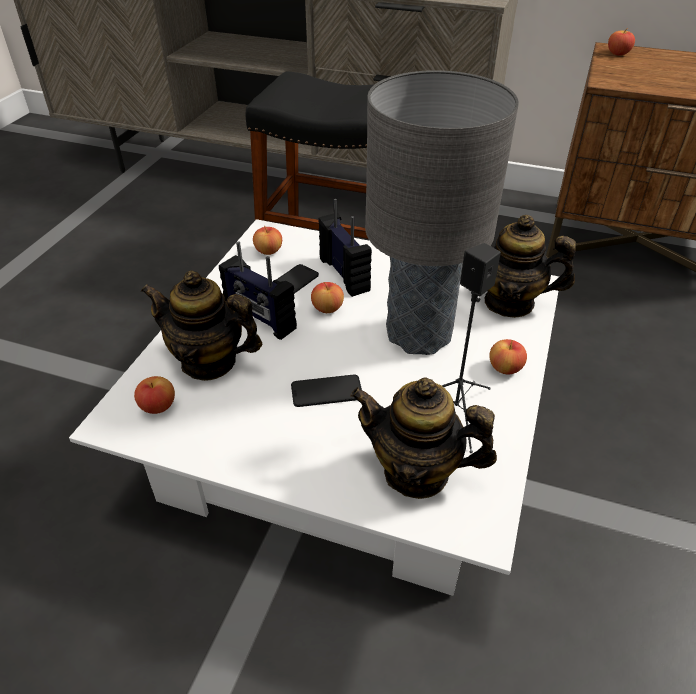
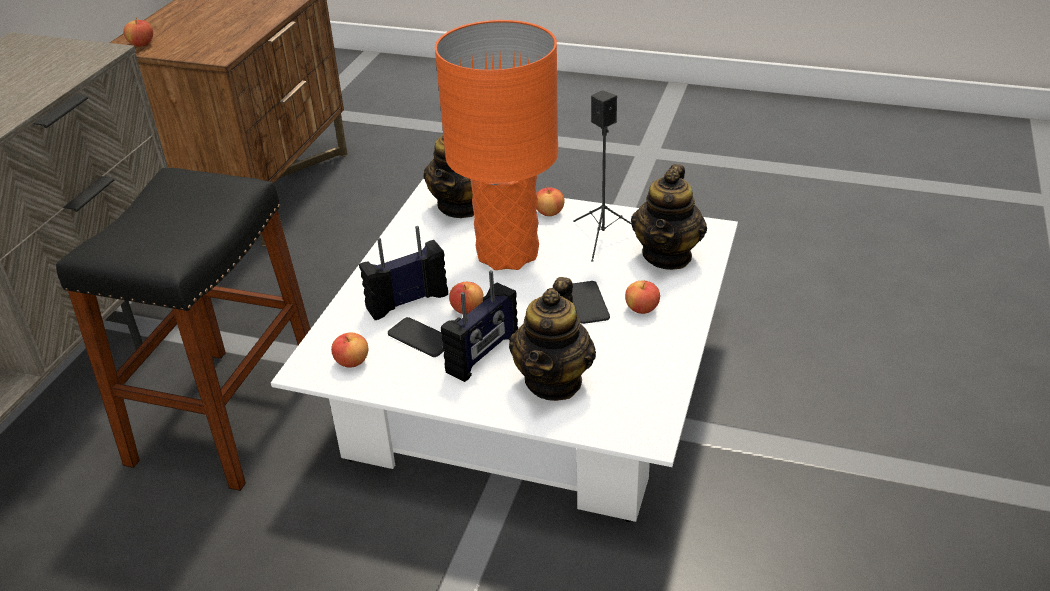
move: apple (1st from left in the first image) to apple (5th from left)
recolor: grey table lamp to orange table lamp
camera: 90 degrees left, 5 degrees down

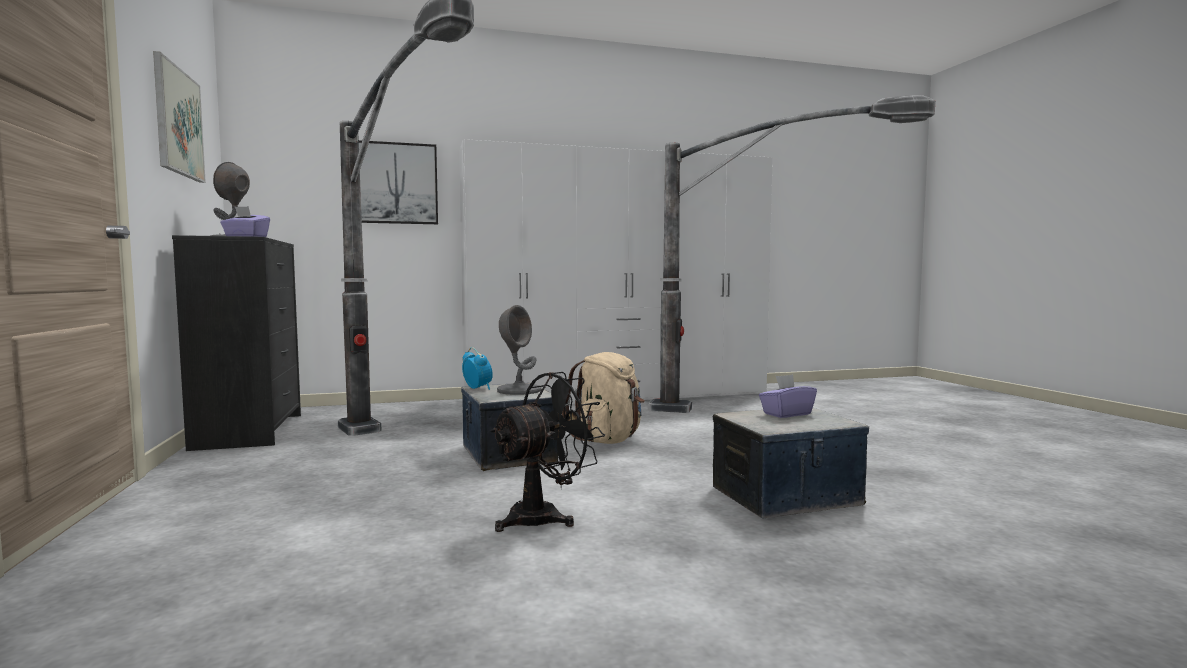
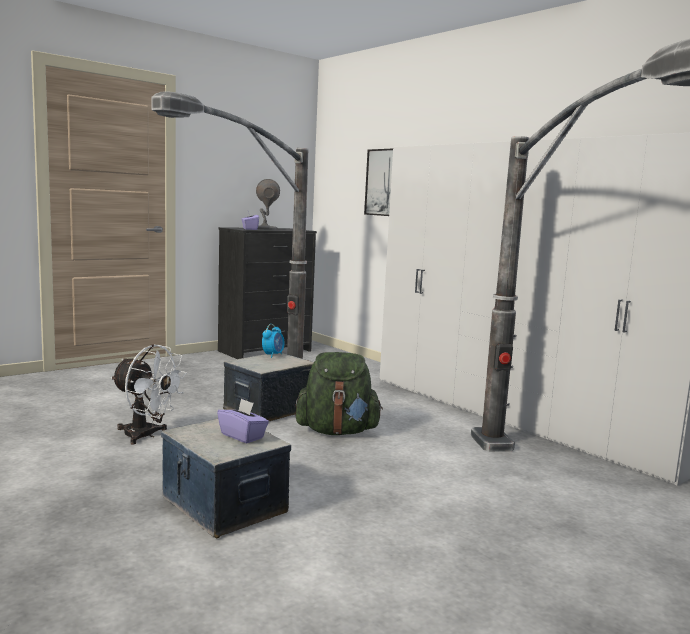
delete: picture (1st from left); grey table lamp (2nd from left)
recolor: black fan to white fan; beige backpack to green backpack
camera: 65 degrees right, 5 degrees up

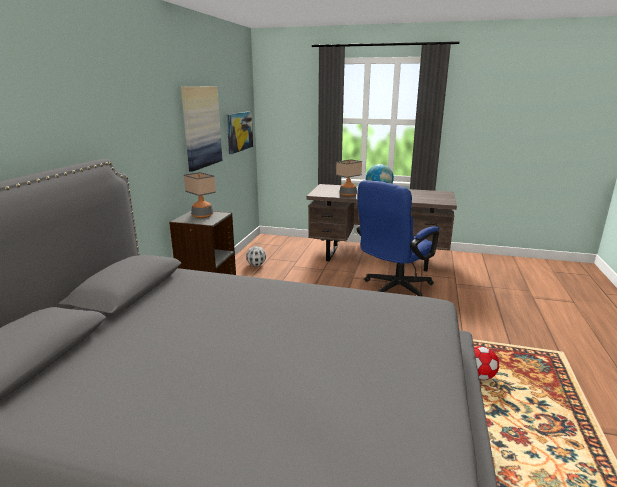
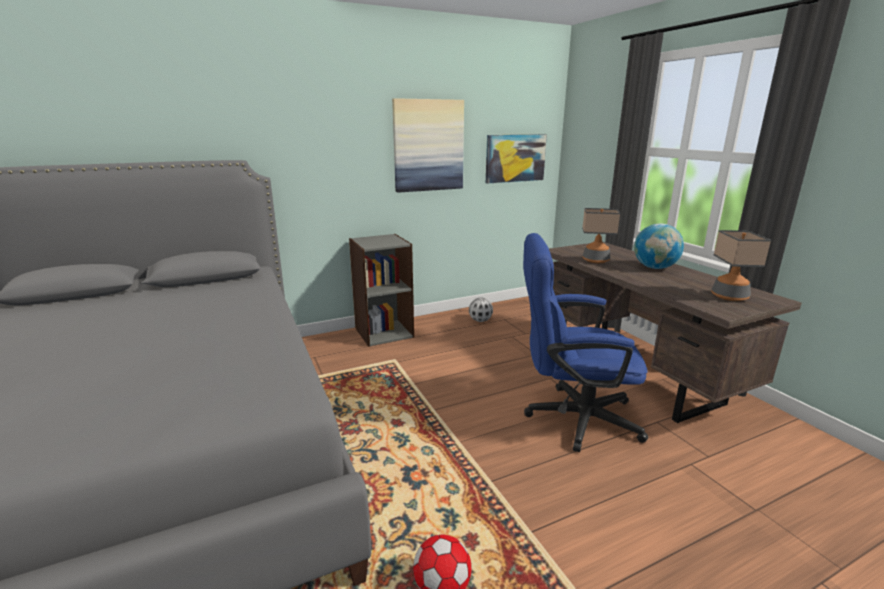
move: table lamp (1st from left in the first image) to table lamp (2nd from left)
camera: 50 degrees right, 0 degrees up

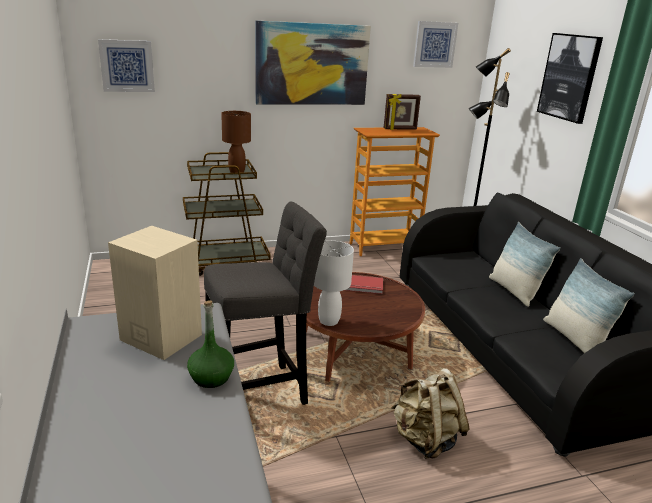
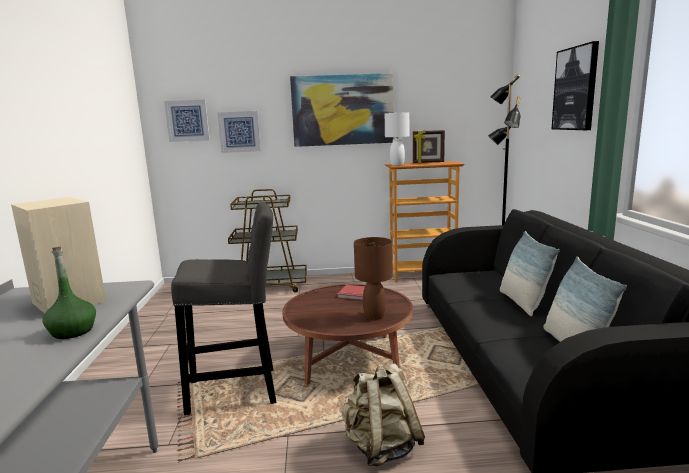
move: brown table lamp; white table lamp; picture (3rd from left in the first image) to picture (2nd from left)
camera: 15 degrees right, 10 degrees down

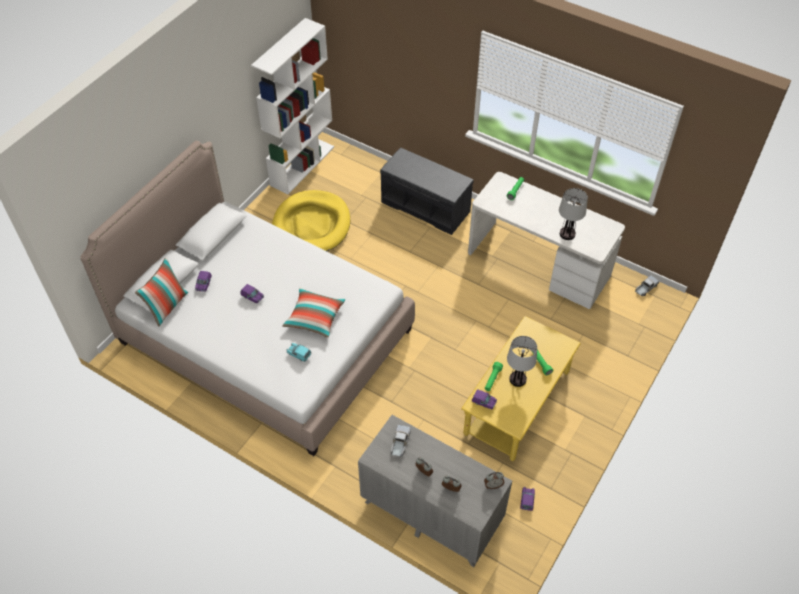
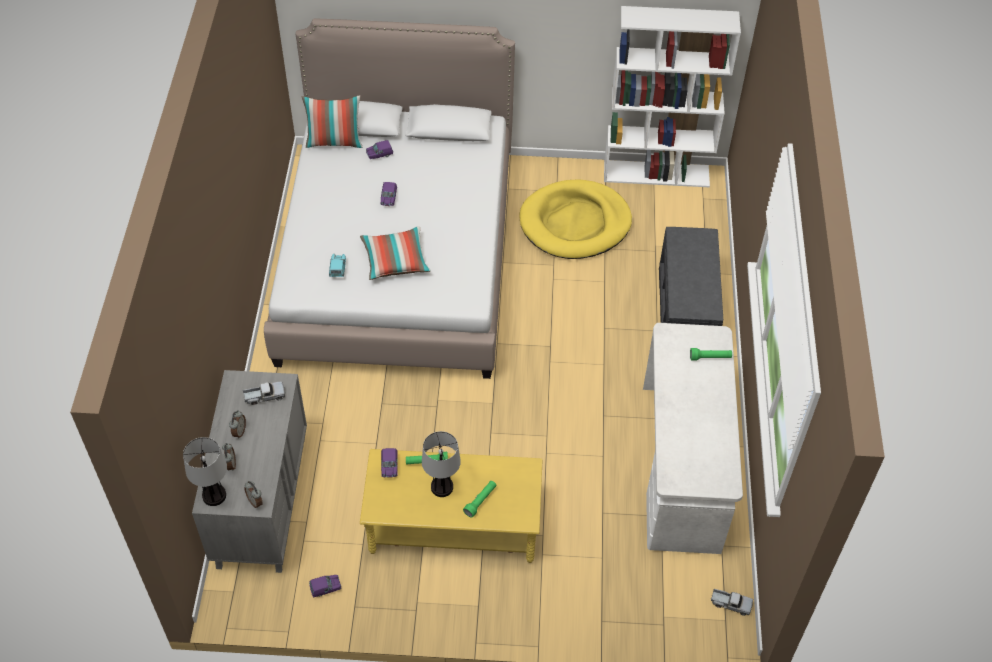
move: table lamp (2nd from left in the first image) to table lamp (1st from left)
camera: 60 degrees right, 0 degrees up

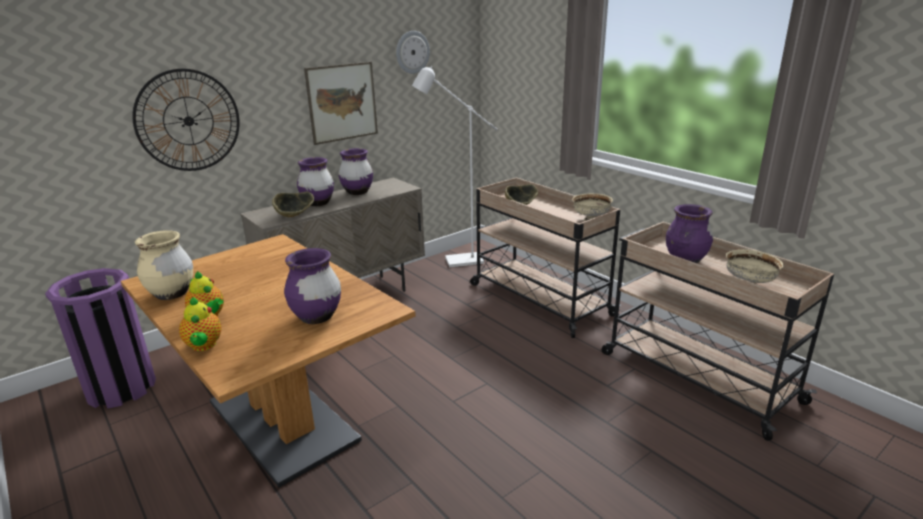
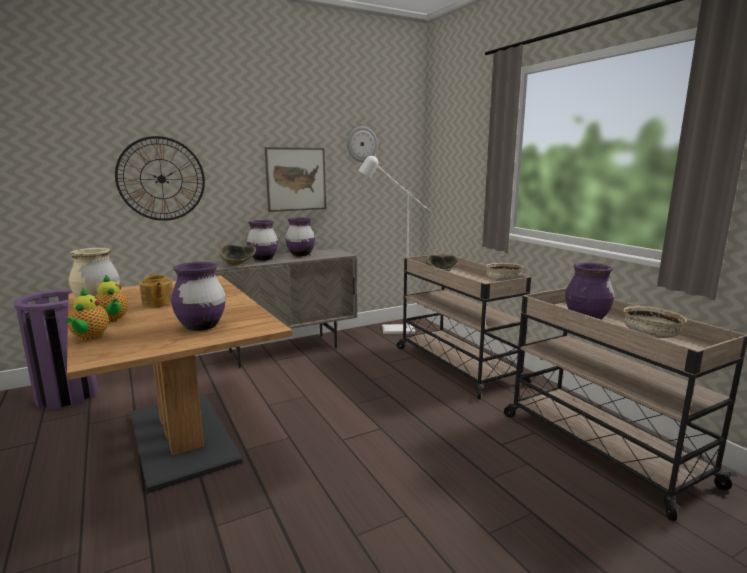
insert: teapot (3rd from left)
camera: 10 degrees right, 10 degrees down

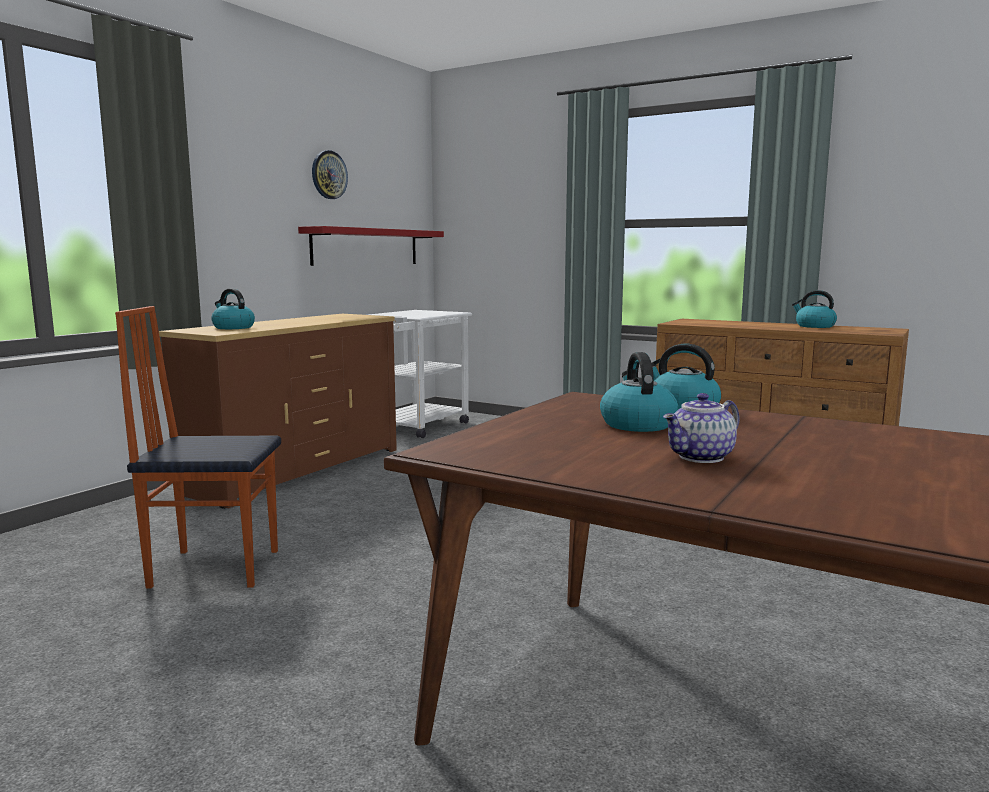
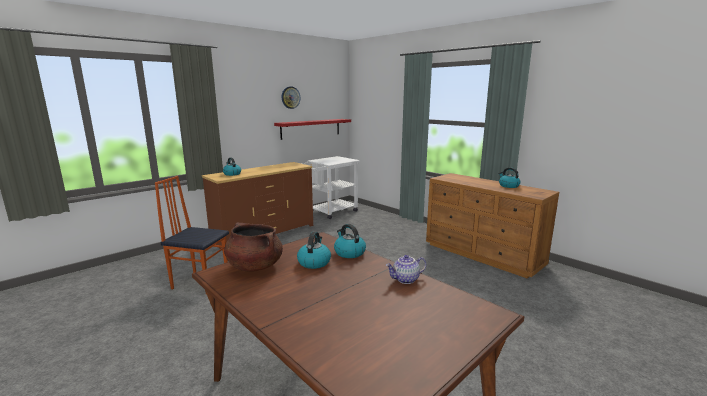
insert: brown cooking pot
move: teapot
camera: 15 degrees right, 5 degrees up

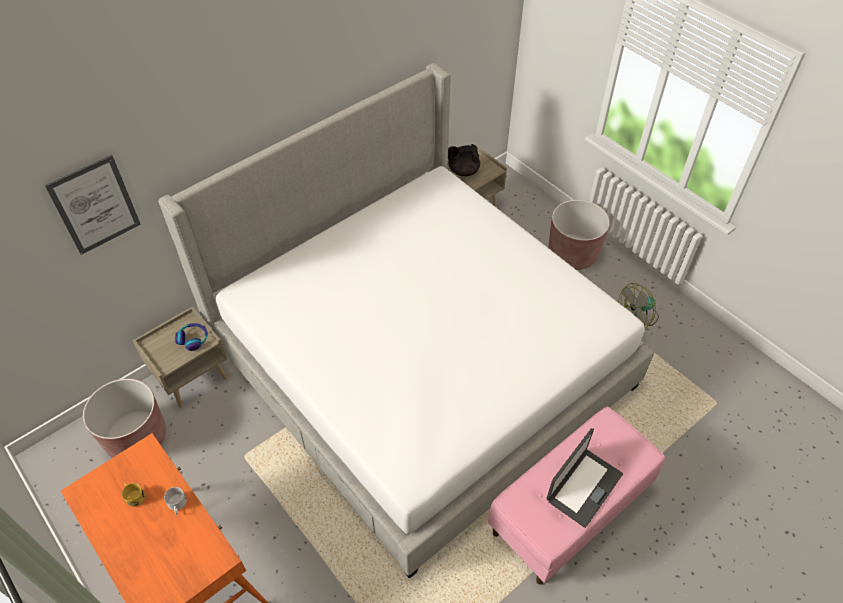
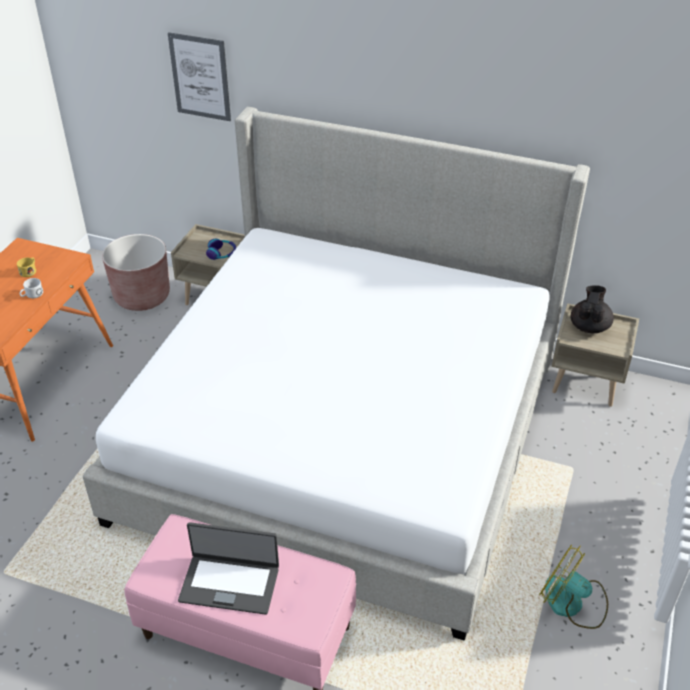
delete: brown planter (2nd from left)
rotate: black teapot 60 degrees clockwise
camera: 60 degrees right, 10 degrees down

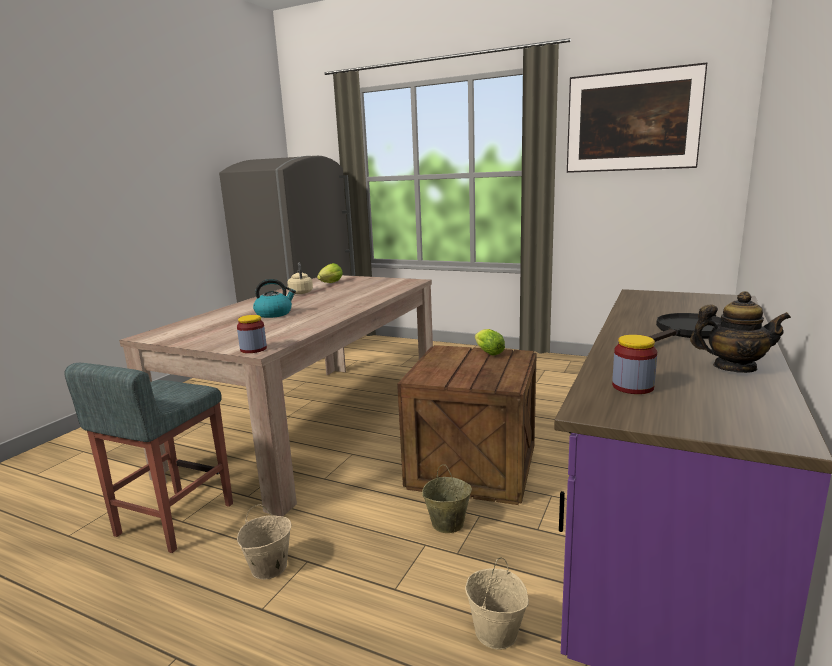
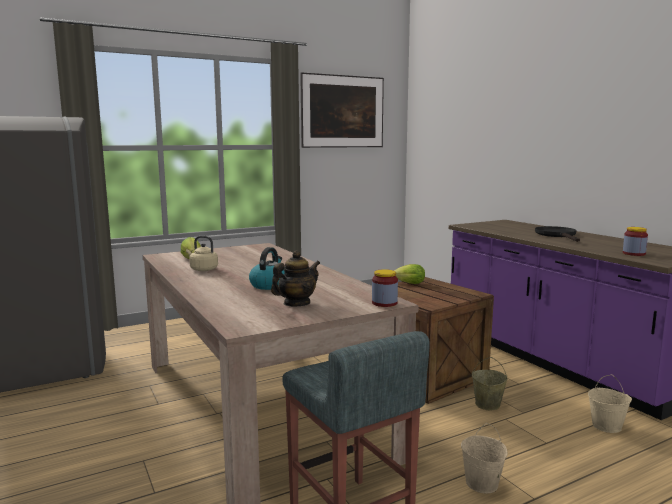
move: teapot
camera: 55 degrees left, 5 degrees down

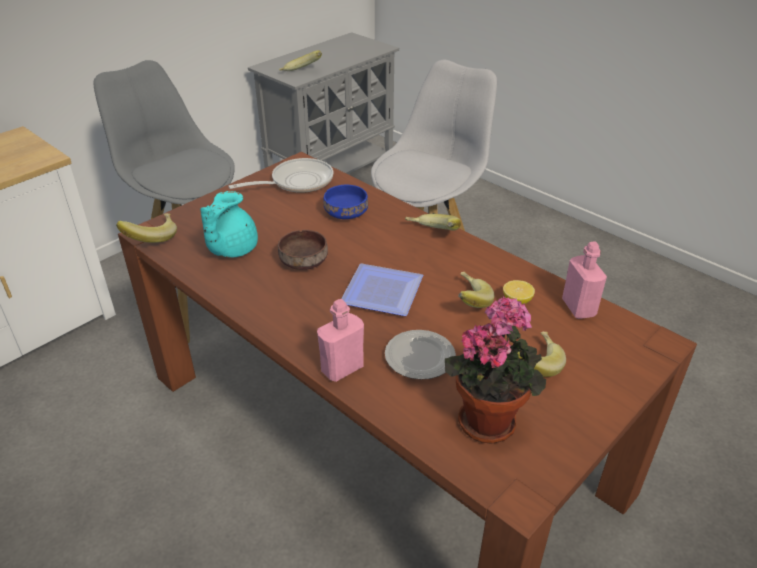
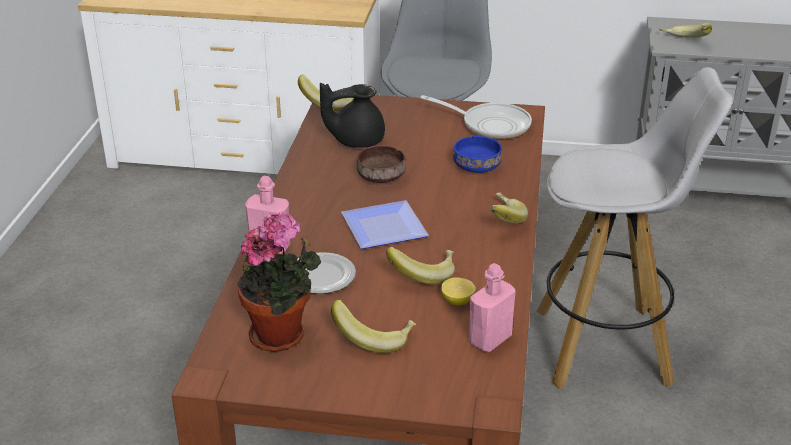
recolor: turquoise teapot to black teapot
camera: 55 degrees right, 5 degrees down

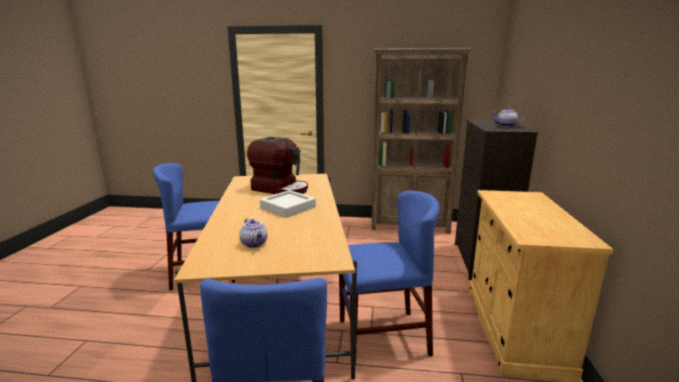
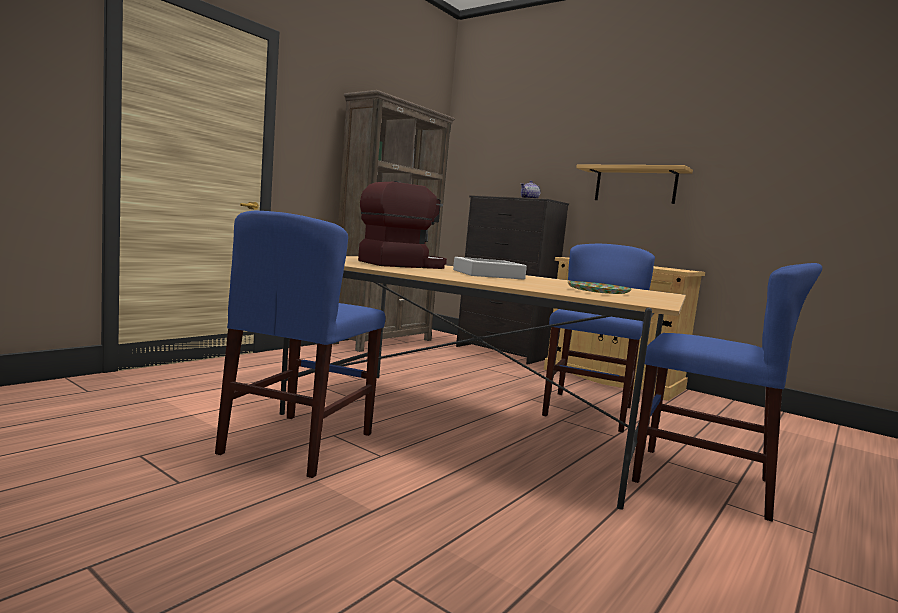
insert: shelf
replace: teapot (1st from left) to plate
camera: 60 degrees left, 10 degrees down

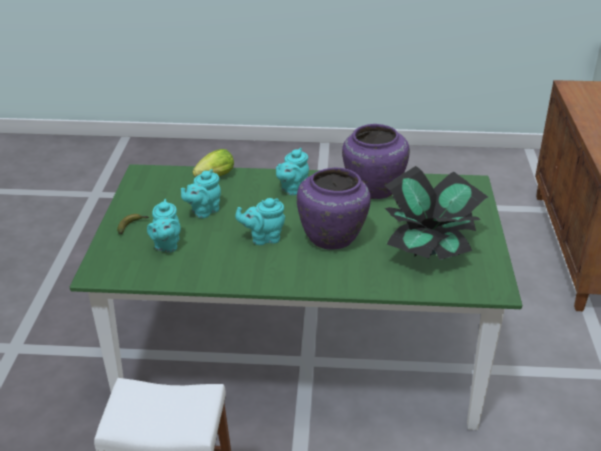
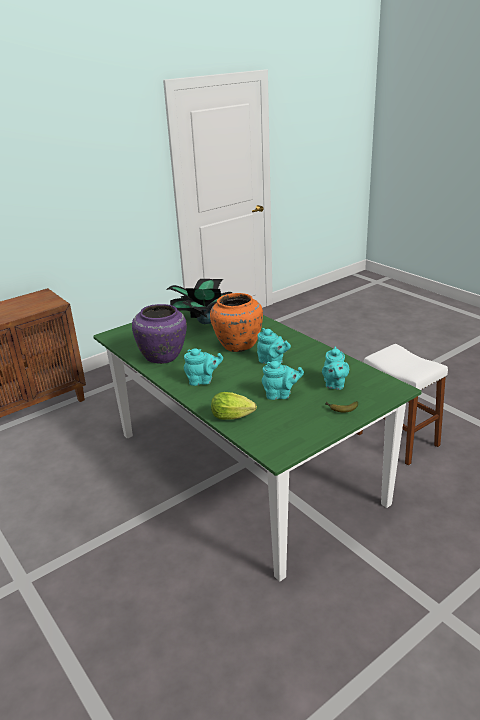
recolor: purple vase (1st from left) to orange vase
rotate: turquoise teapot (1st from left in the first image) 135 degrees clockwise
camera: 130 degrees left, 5 degrees down

